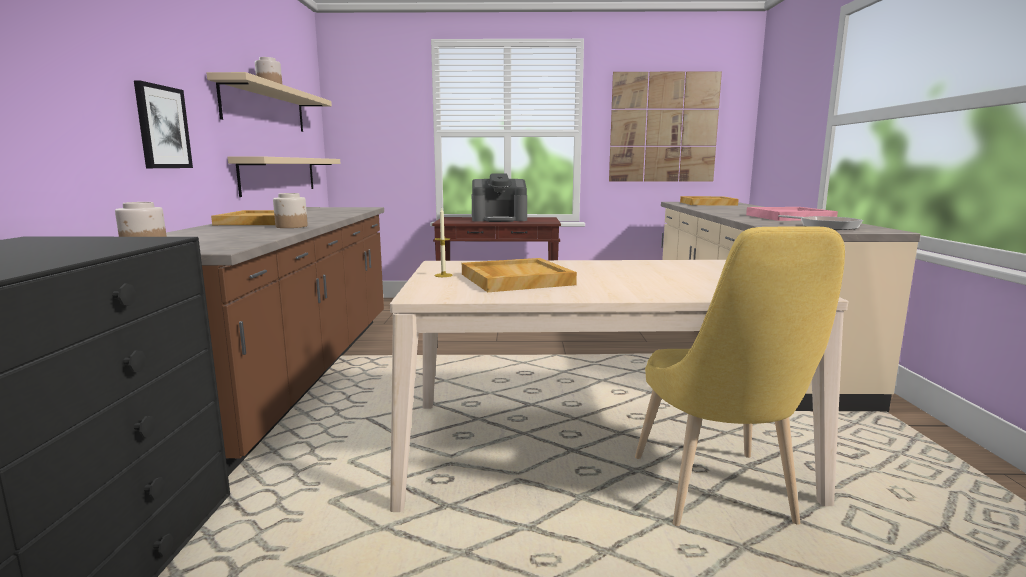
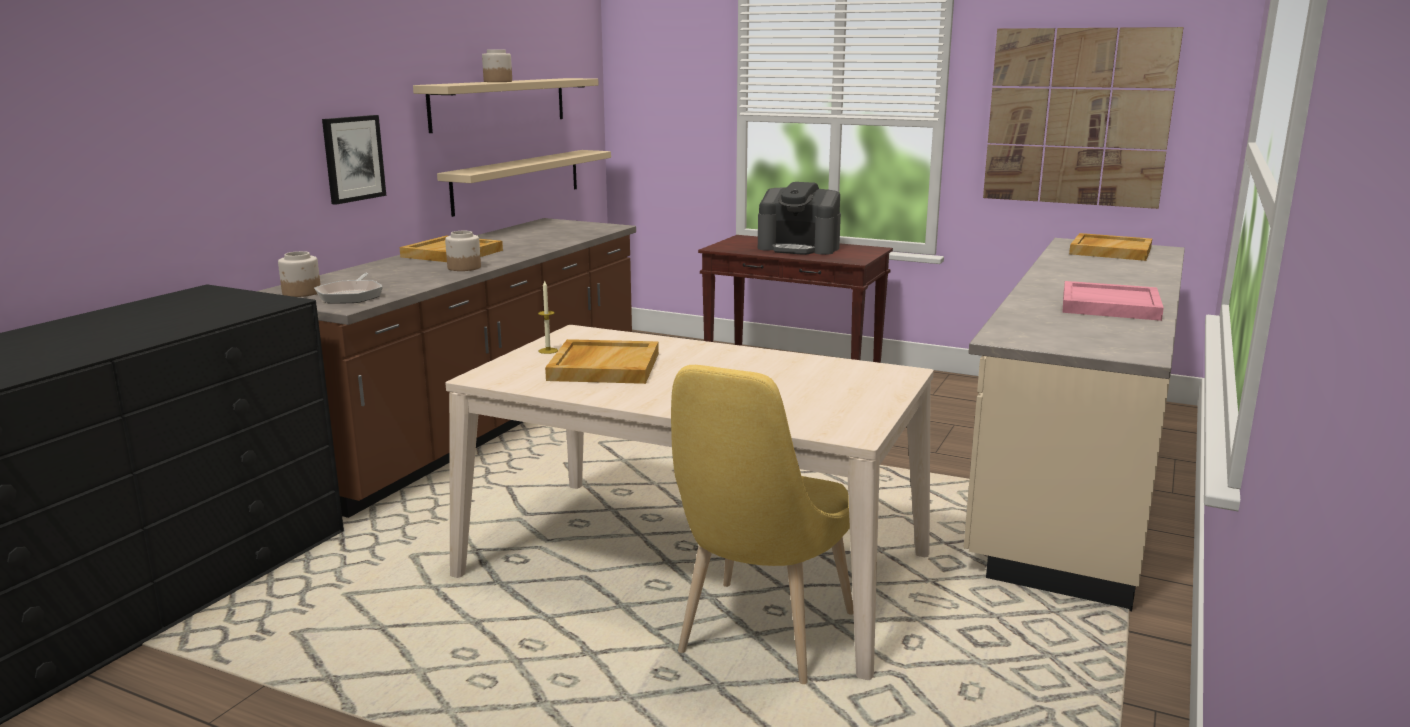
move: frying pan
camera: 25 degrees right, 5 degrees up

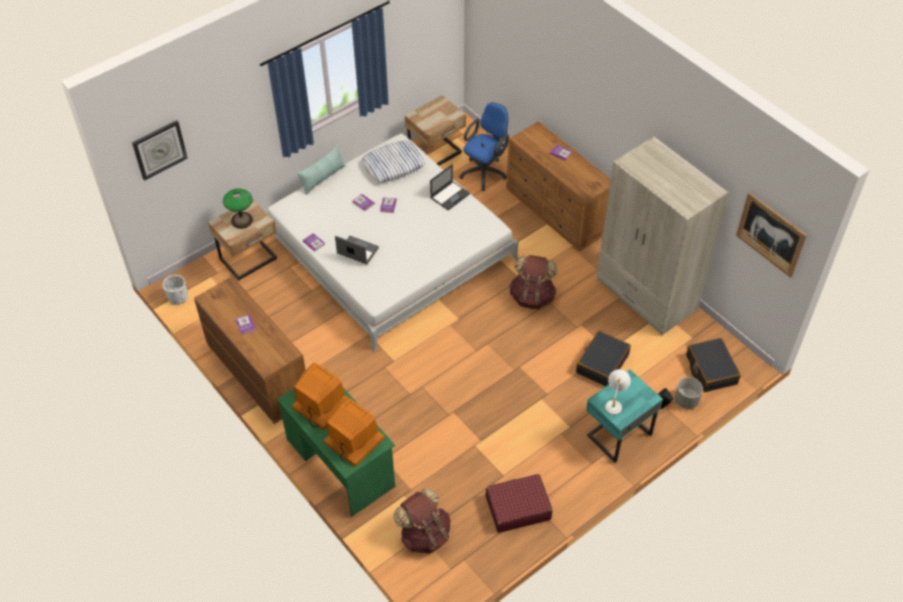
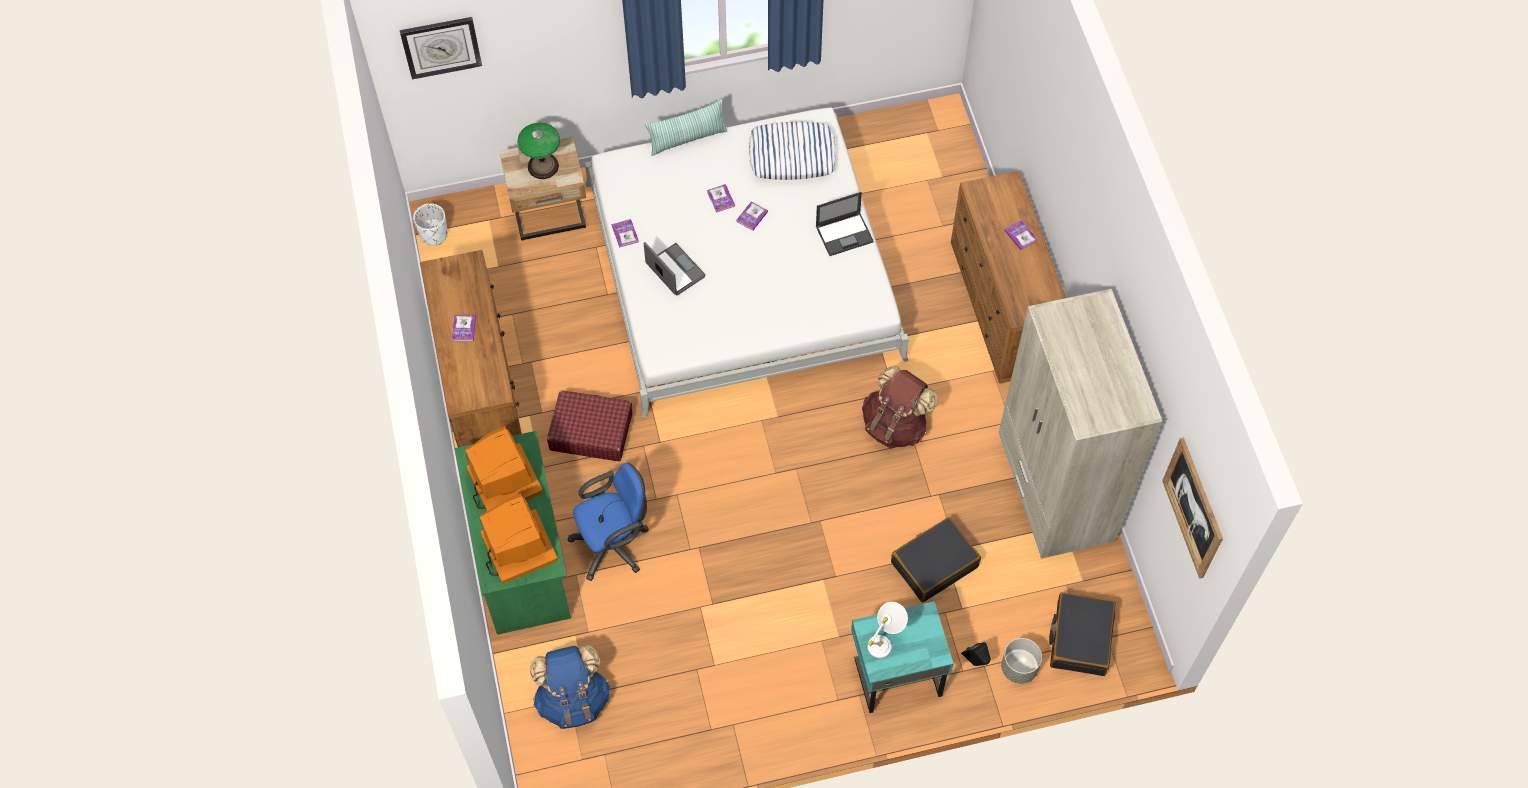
delete: beige nightstand (2nd from left)
move: blue office chair; red suitcase
recolor: brown backpack (1st from left) to blue backpack
camera: 25 degrees right, 10 degrees up

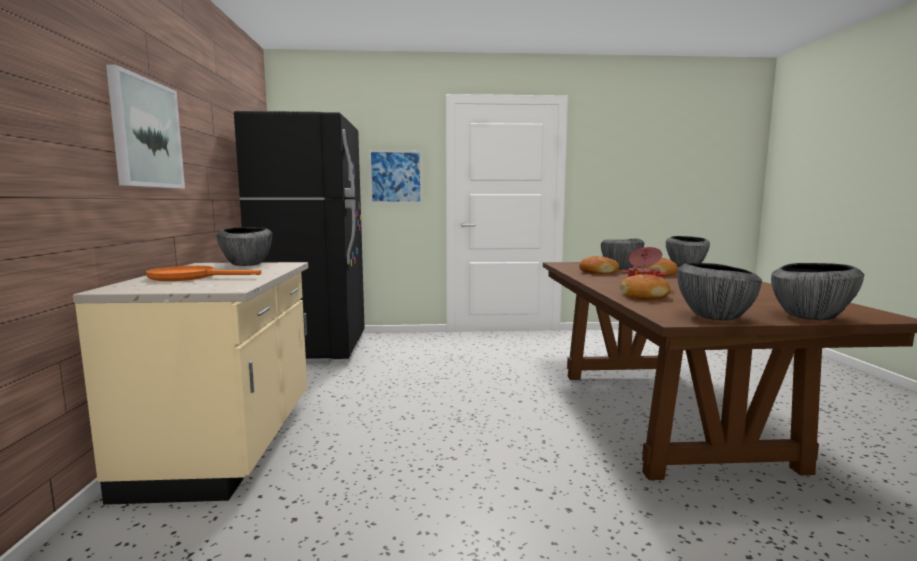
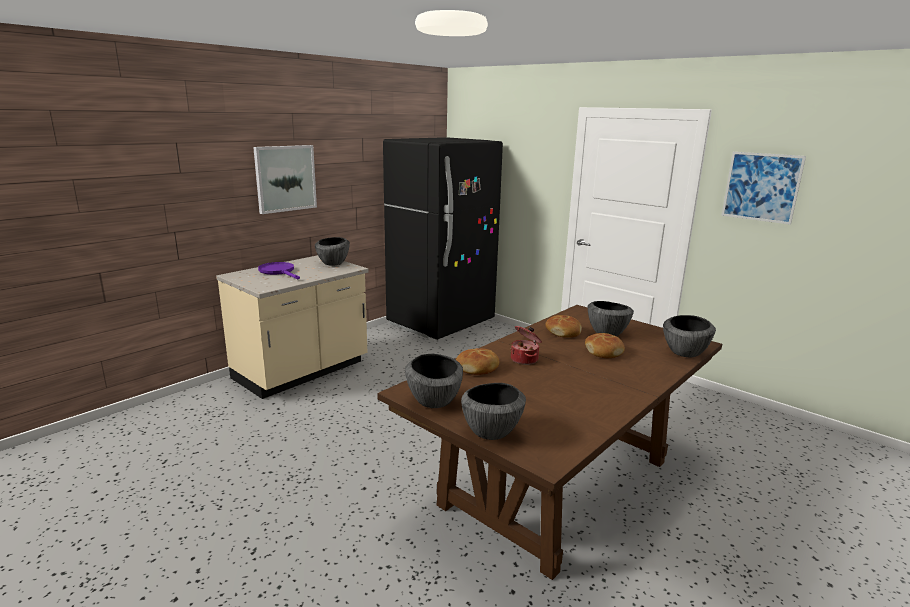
move: picture (2nd from left)
recolor: orange frying pan to purple frying pan
camera: 45 degrees right, 10 degrees up

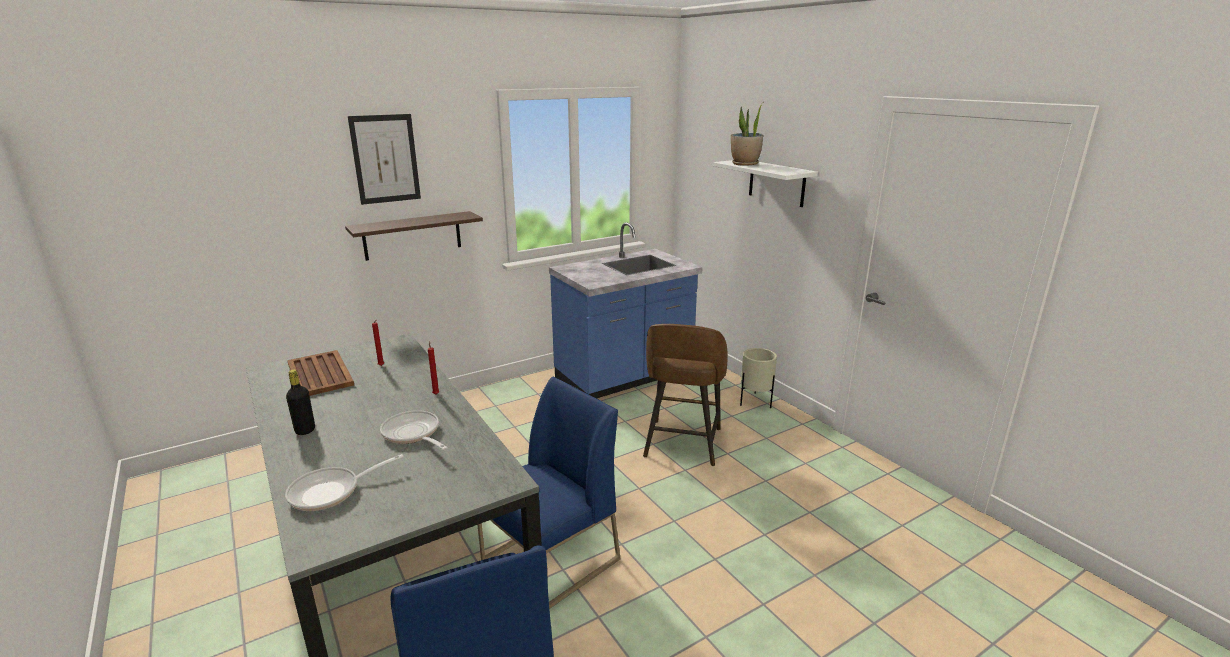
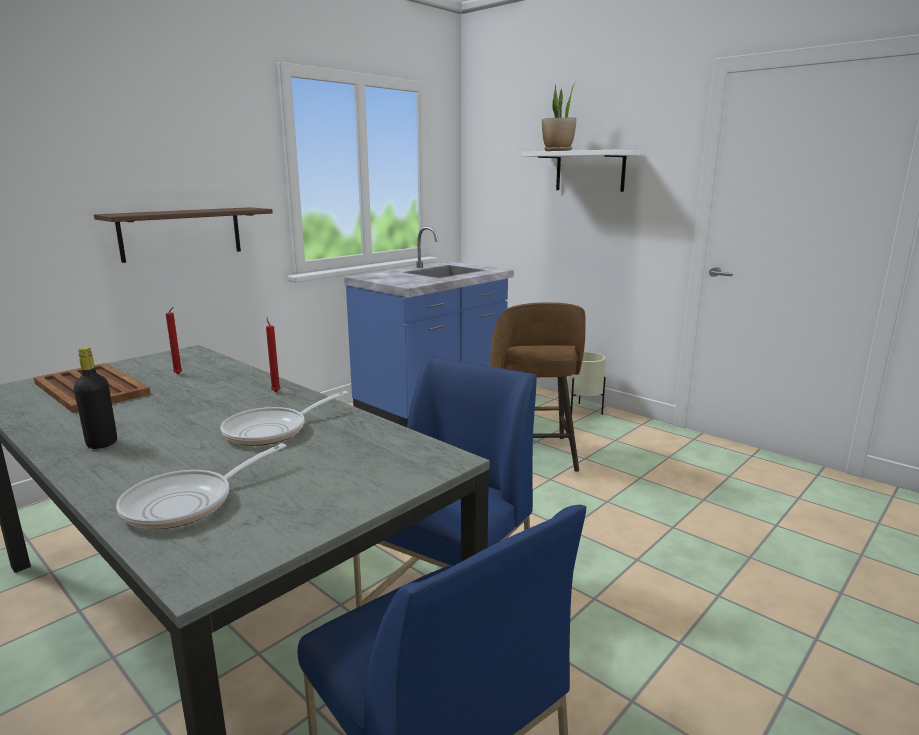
delete: picture
rotate: frying pan (2nd from left) 75 degrees counterclockwise
camera: 15 degrees left, 5 degrees down

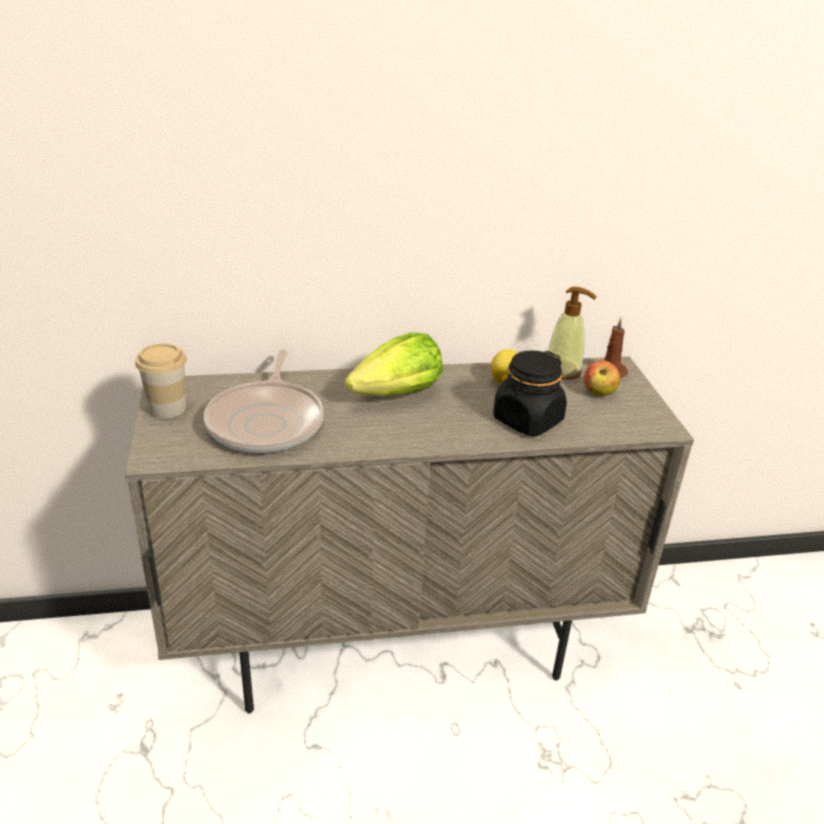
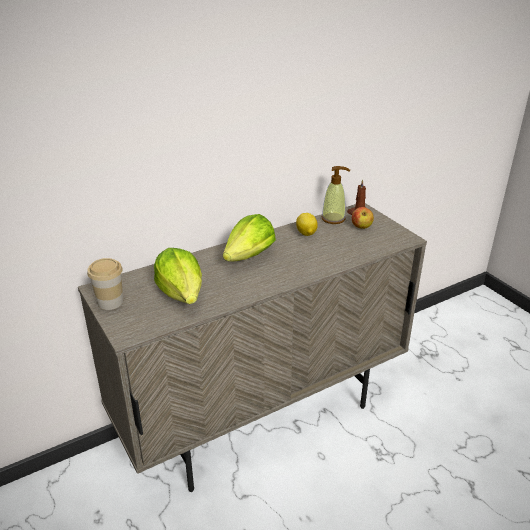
delete: black jar
replace: frying pan to lettuce (1st from left)
camera: 20 degrees left, 0 degrees up

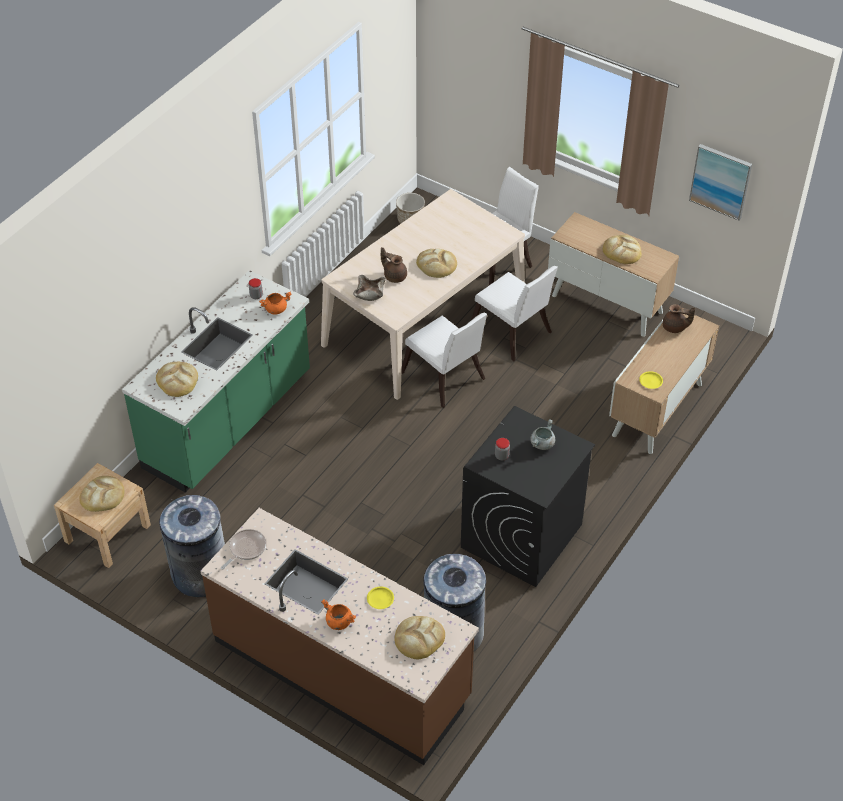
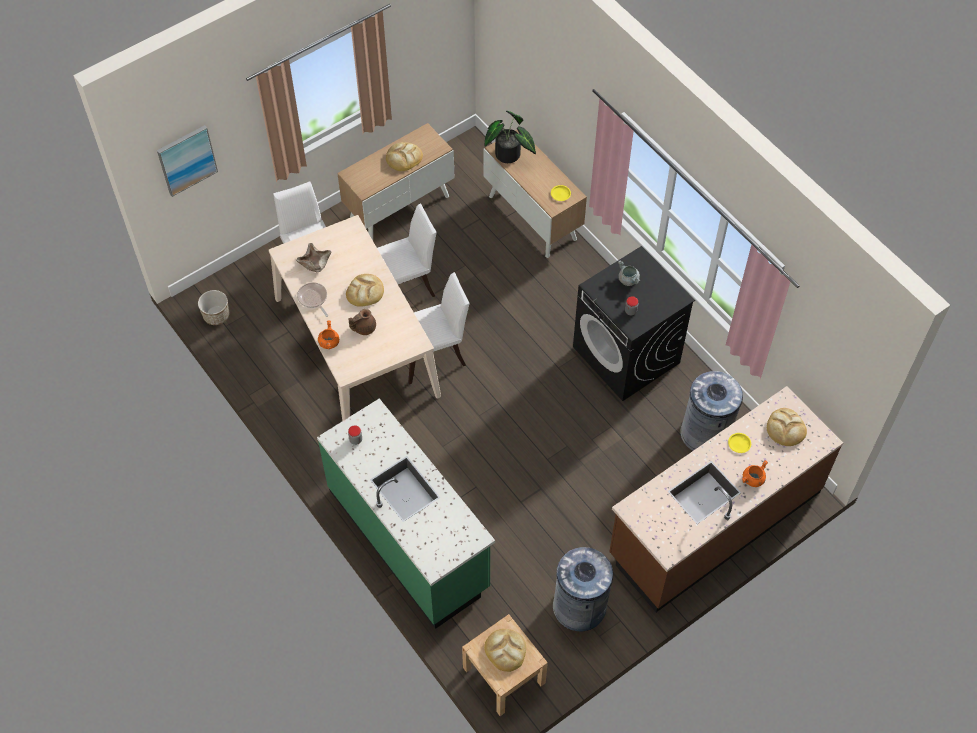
delete: bread (2nd from left)
move: frying pan; orange cooking pot (1st from left); beige bowl; picture
replace: brown teapot (2nd from left) to potted plant
camera: 70 degrees left, 10 degrees up

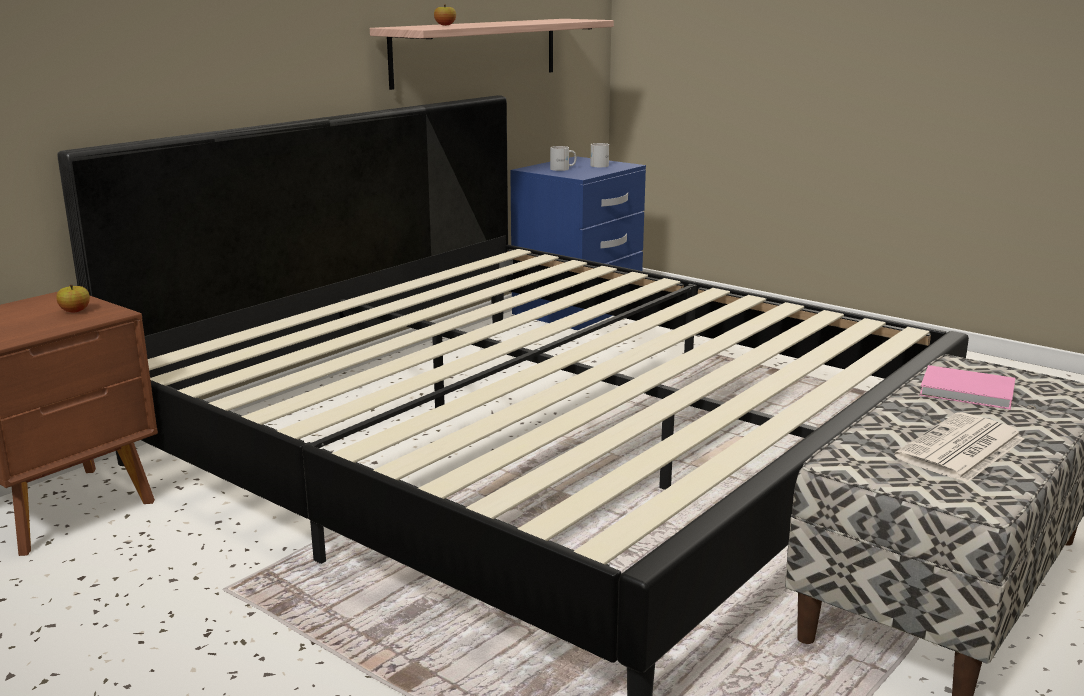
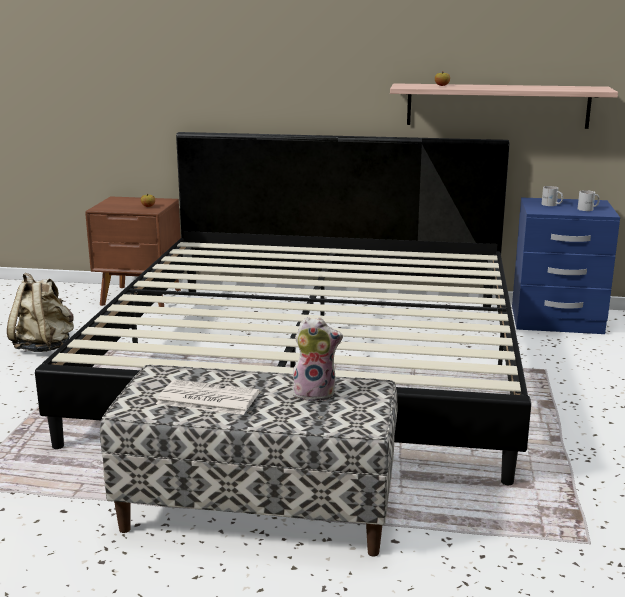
insert: beige backpack
replace: pink book to plush toy
camera: 60 degrees right, 0 degrees up

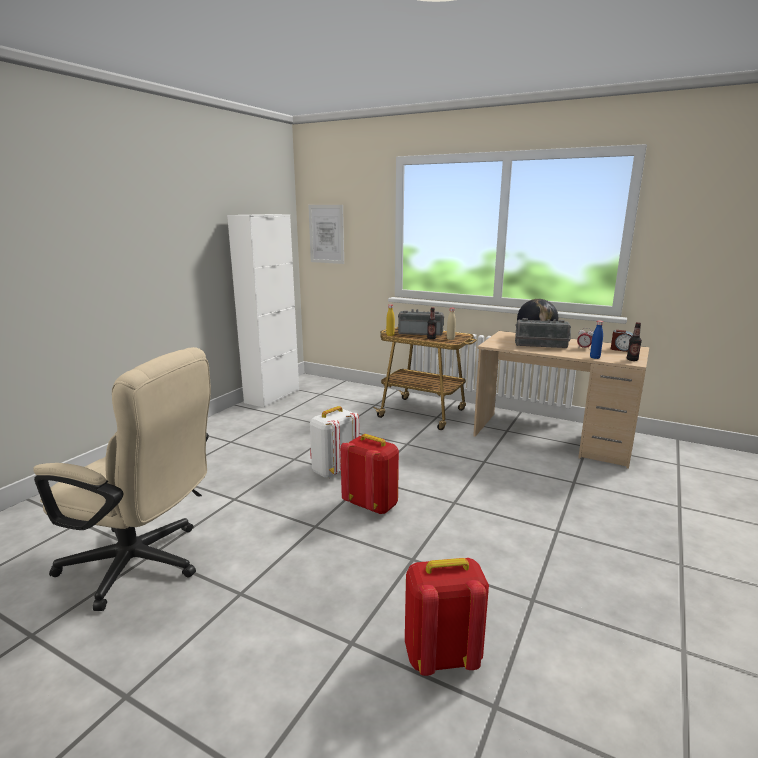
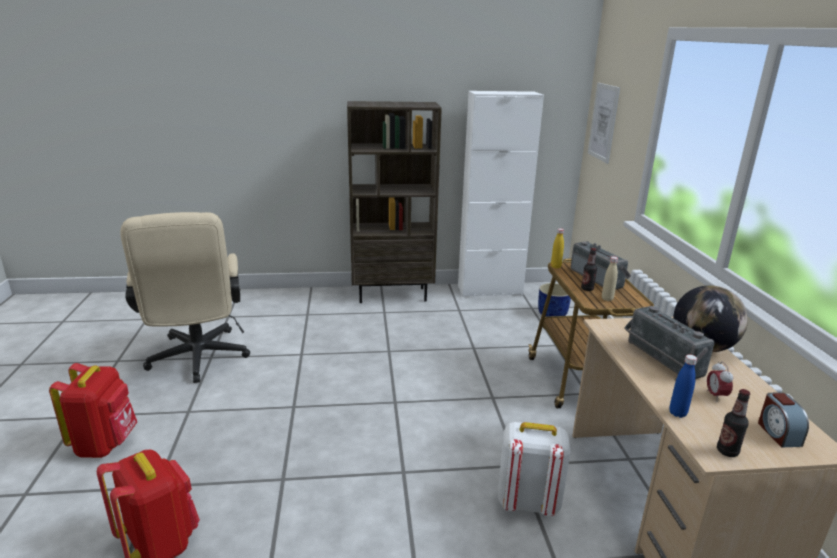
insert: brown bookcase; blue planter
move: white backpack; red backpack (1st from left)
camera: 55 degrees right, 5 degrees up

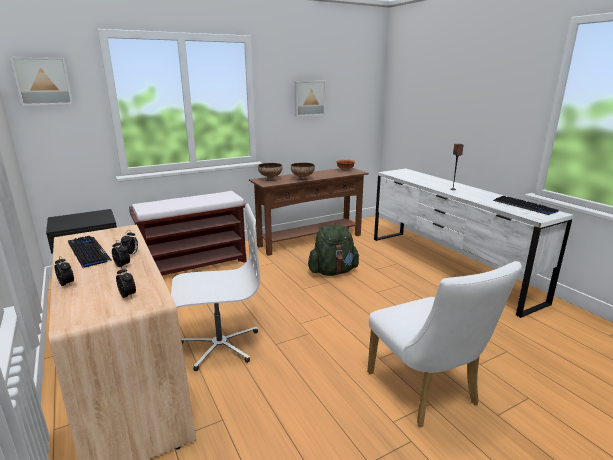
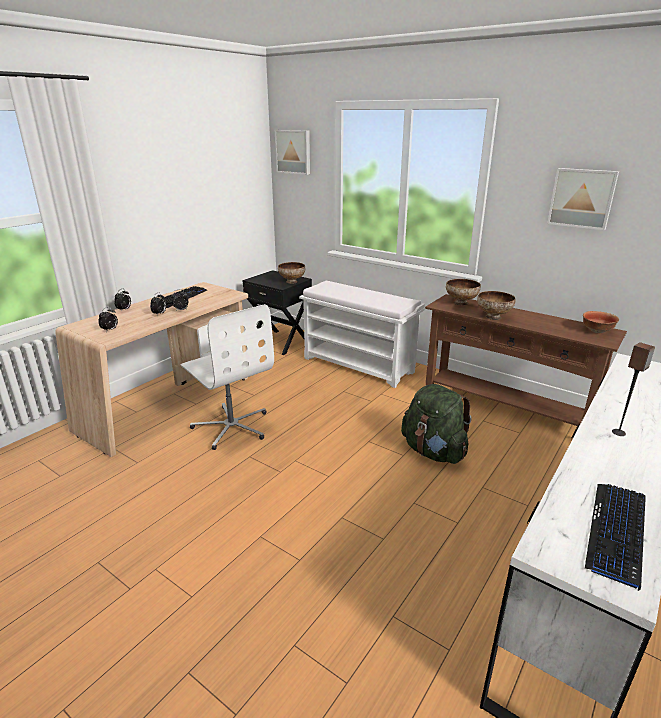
delete: white chair
insert: bowl (1st from left)
recolor: brown bench to white bench
camera: 65 degrees right, 5 degrees up

